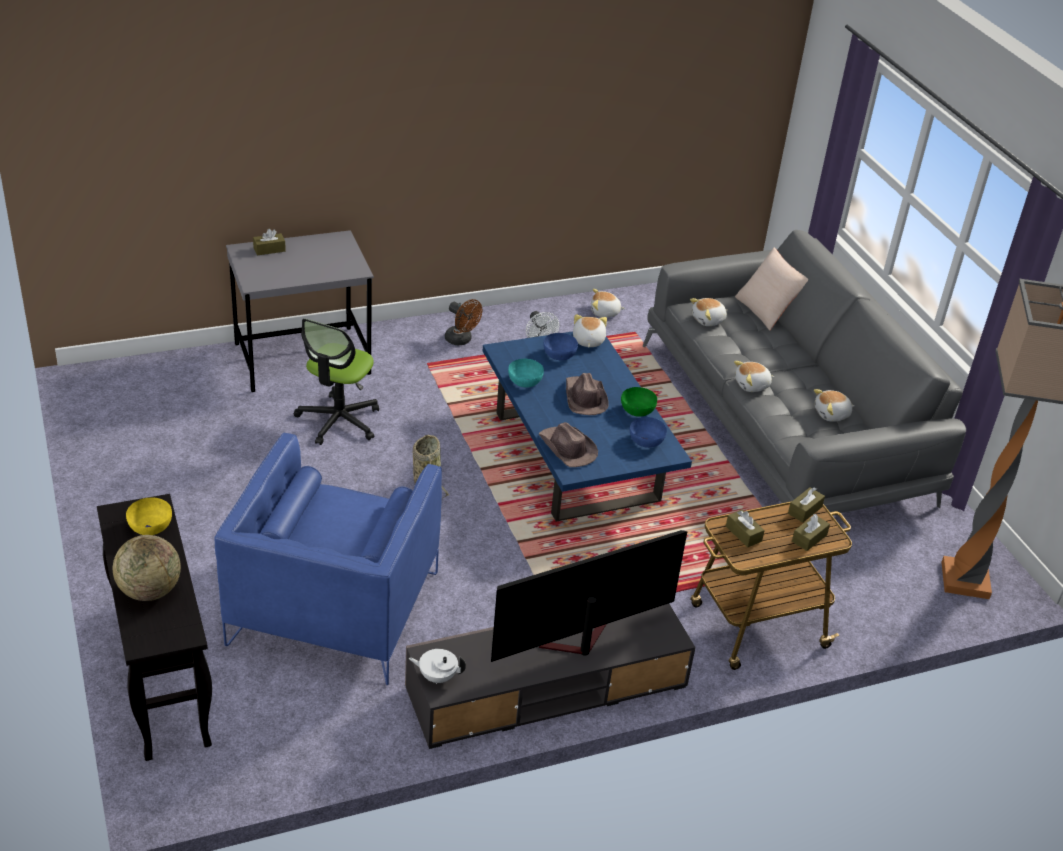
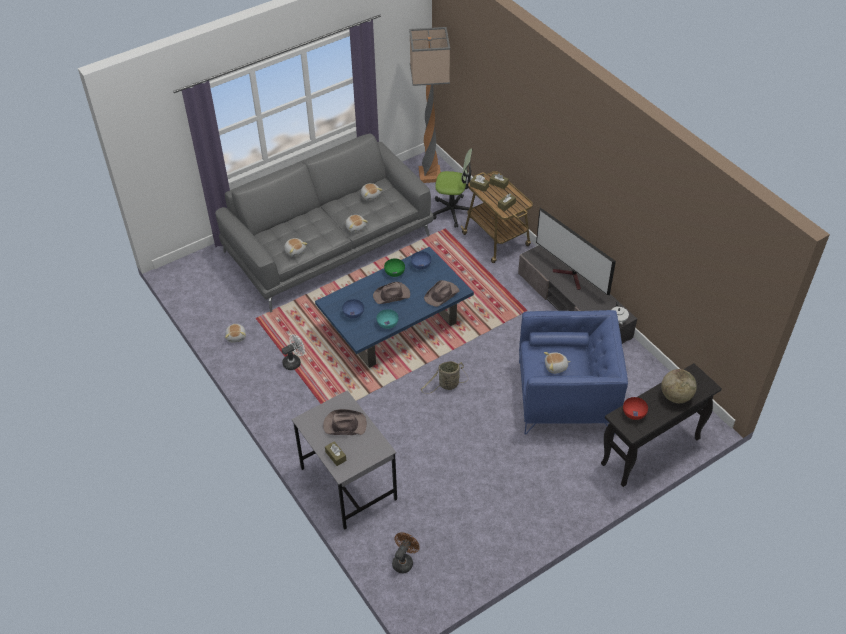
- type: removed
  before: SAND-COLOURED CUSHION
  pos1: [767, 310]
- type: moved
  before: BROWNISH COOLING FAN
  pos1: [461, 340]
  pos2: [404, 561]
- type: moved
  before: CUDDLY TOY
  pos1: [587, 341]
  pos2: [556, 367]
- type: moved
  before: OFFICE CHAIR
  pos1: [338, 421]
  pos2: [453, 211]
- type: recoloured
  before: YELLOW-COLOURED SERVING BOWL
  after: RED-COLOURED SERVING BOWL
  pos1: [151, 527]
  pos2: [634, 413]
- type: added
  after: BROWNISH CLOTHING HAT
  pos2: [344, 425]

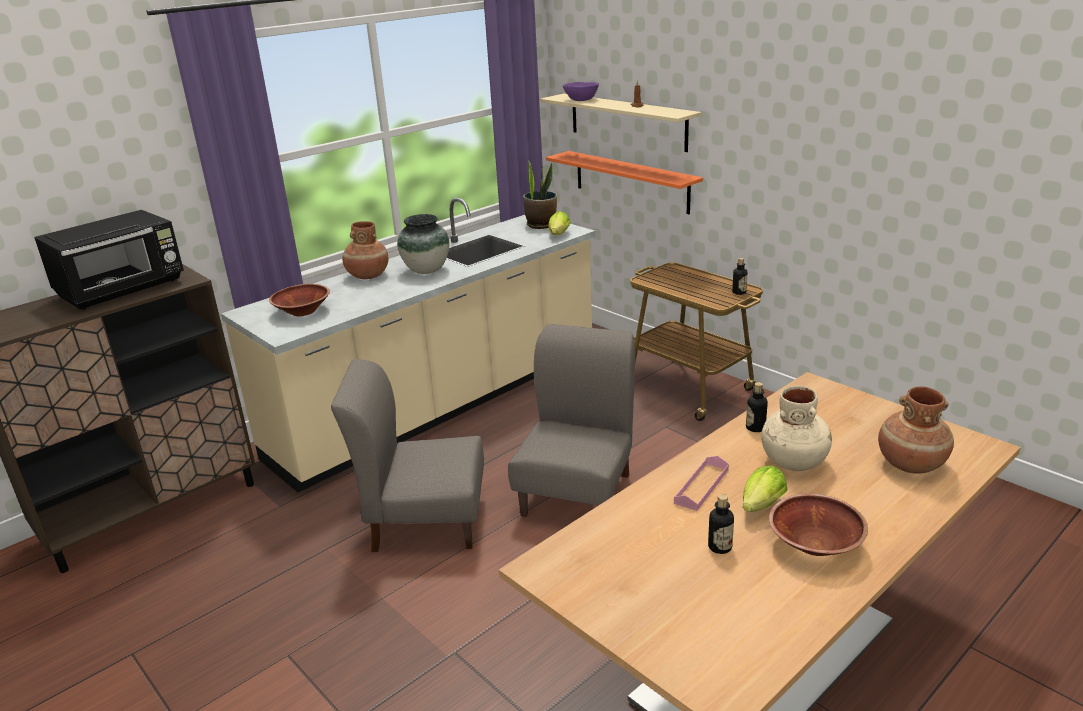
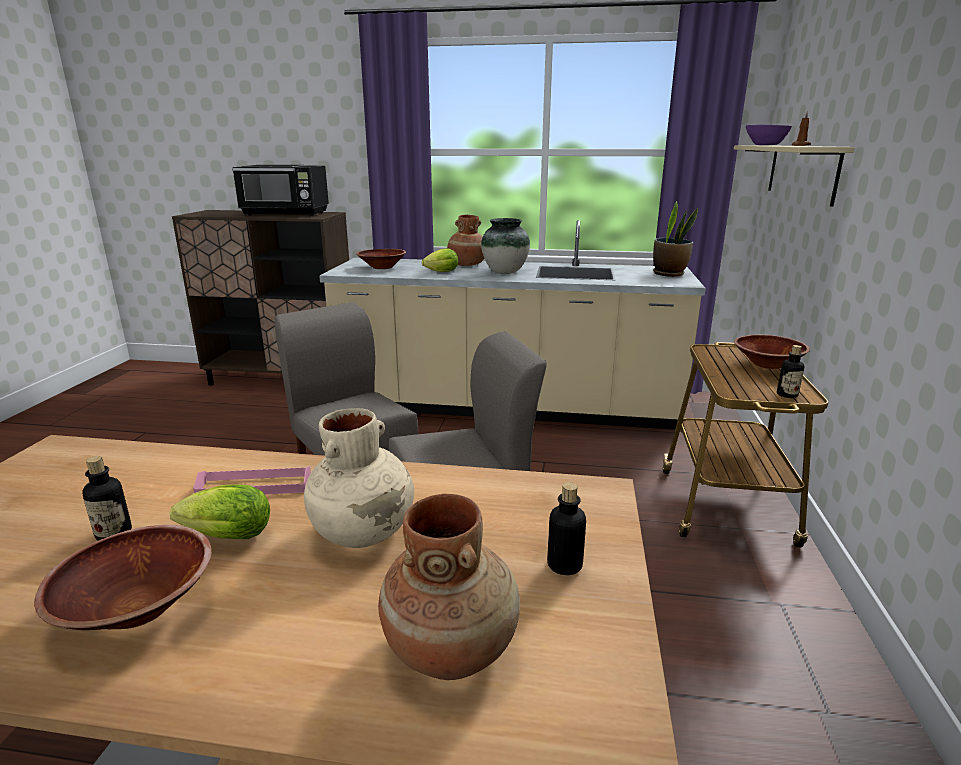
- type: removed
  before: ORANGEY SHELF
  pos1: [631, 181]
- type: moved
  before: LETTUCE
  pos1: [558, 235]
  pos2: [440, 272]
- type: moved
  before: BEVERAGE BOTTLE
  pos1: [755, 428]
  pos2: [564, 565]
- type: added
  after: BROWNISH SERVING BOWL
  pos2: [768, 364]

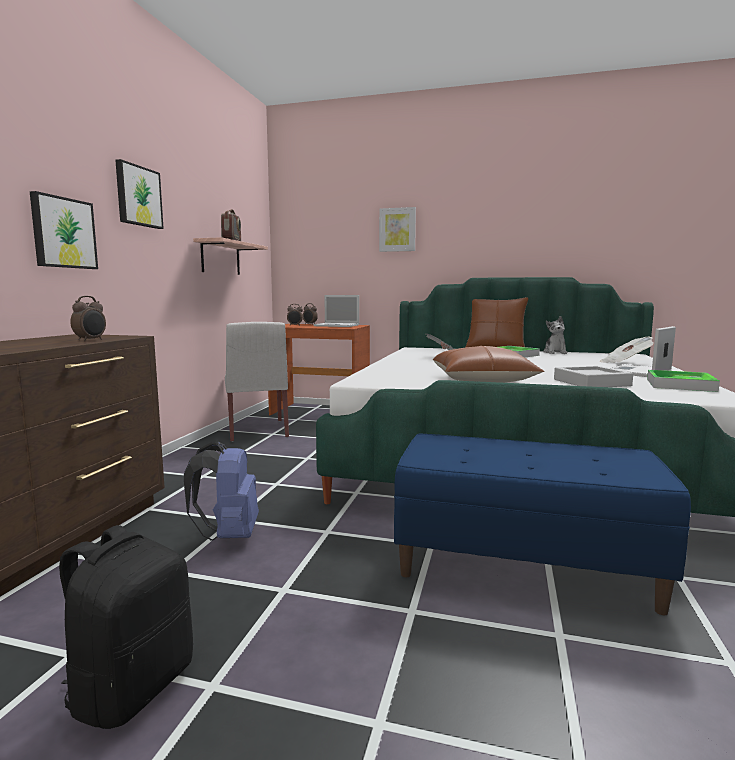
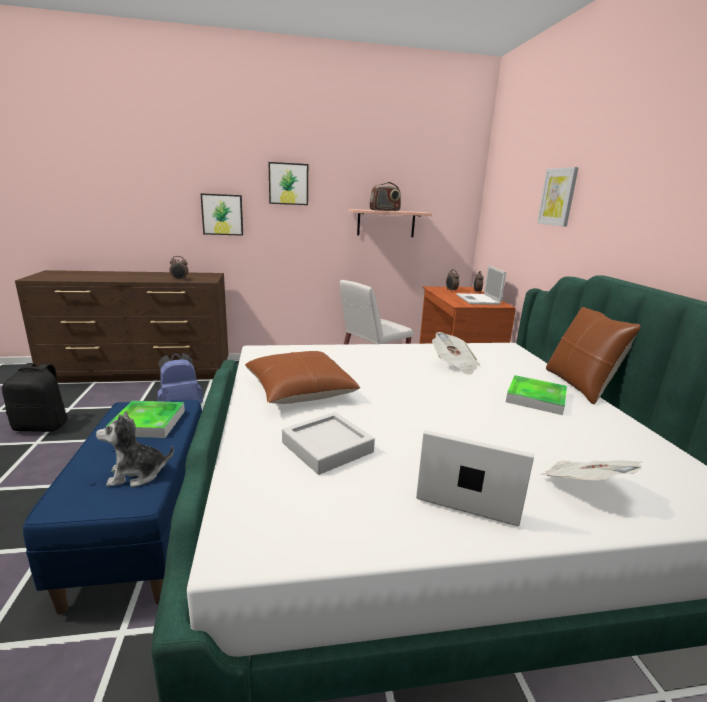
- type: moved
  before: CUDDLY TOY
  pos1: [555, 352]
  pos2: [137, 474]
- type: moved
  before: TRAY
  pos1: [680, 385]
  pos2: [148, 423]

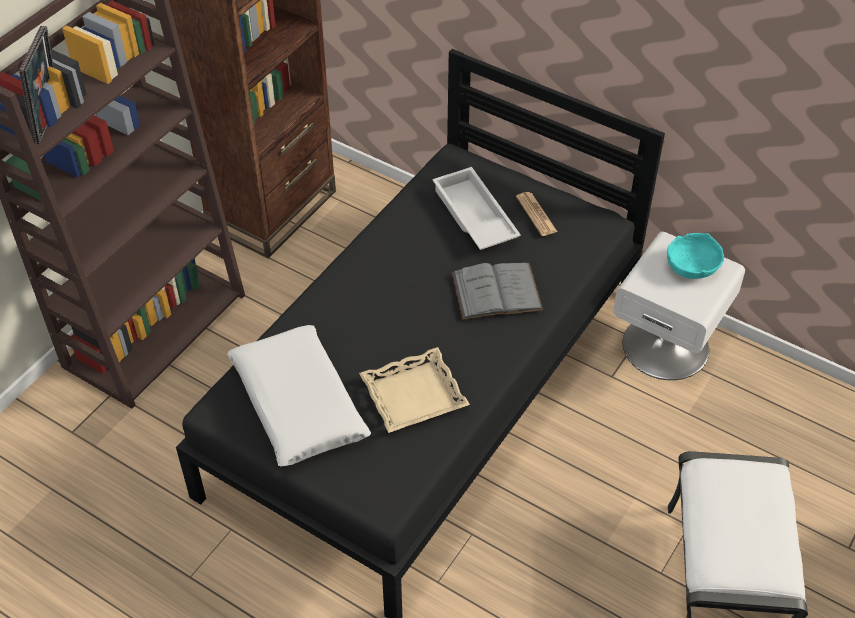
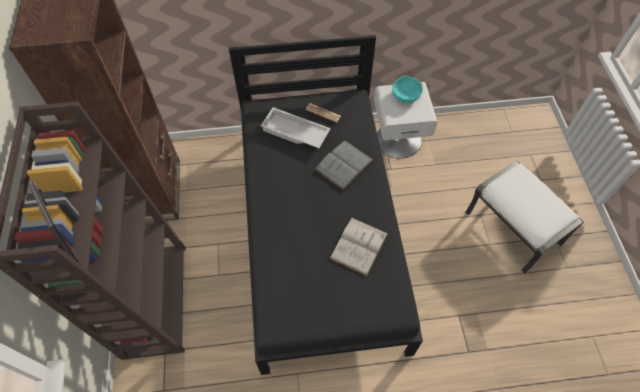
- type: removed
  before: WHITE-COLOURED CUSHION
  pos1: [298, 404]
- type: replaced
  before: SAND-COLOURED TRAY
  after: WHITE-COLOURED VOLUME
  pos1: [414, 396]
  pos2: [359, 246]

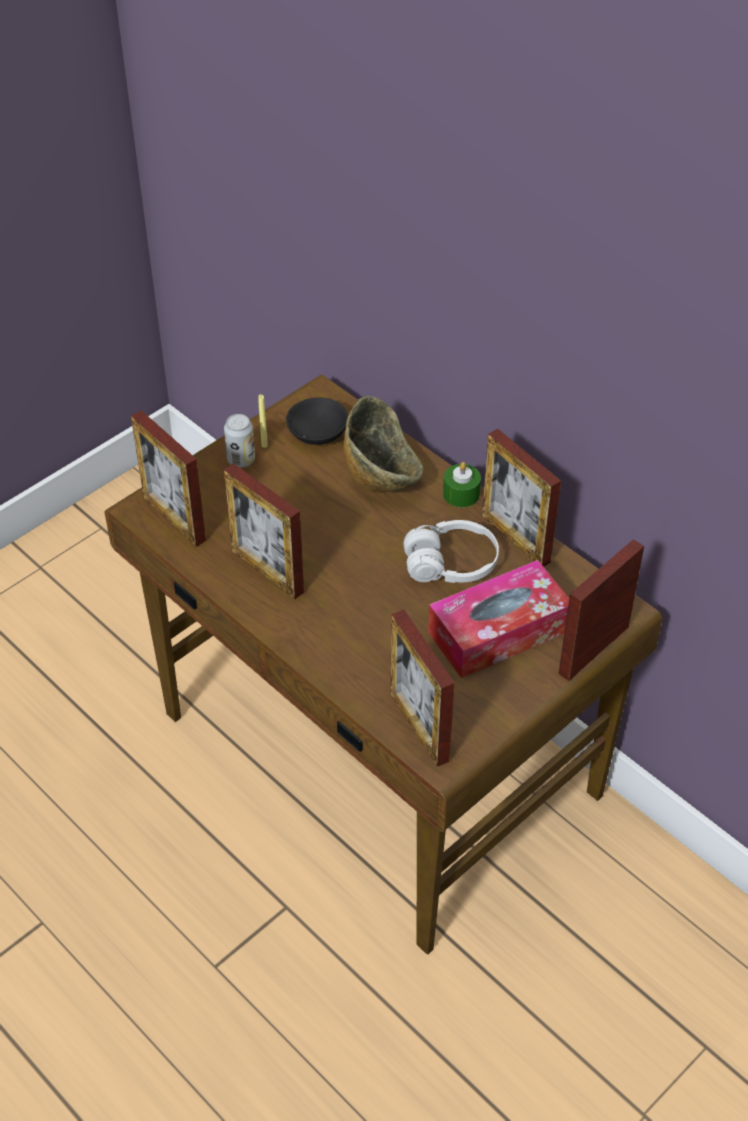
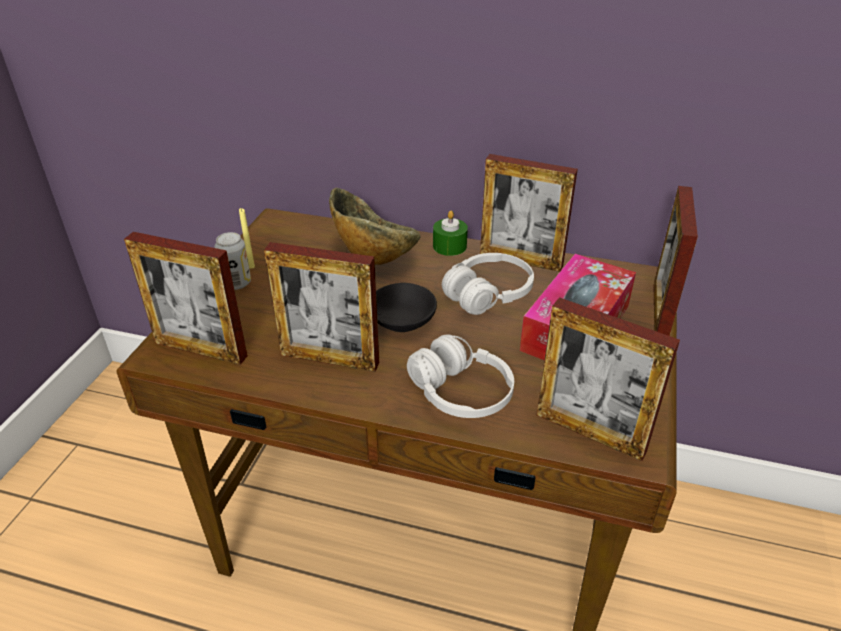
- type: moved
  before: BLACK-COLOURED SERVING BOWL
  pos1: [320, 433]
  pos2: [404, 320]
- type: added
  after: WHITE-COLOURED HEADPHONES
  pos2: [460, 393]

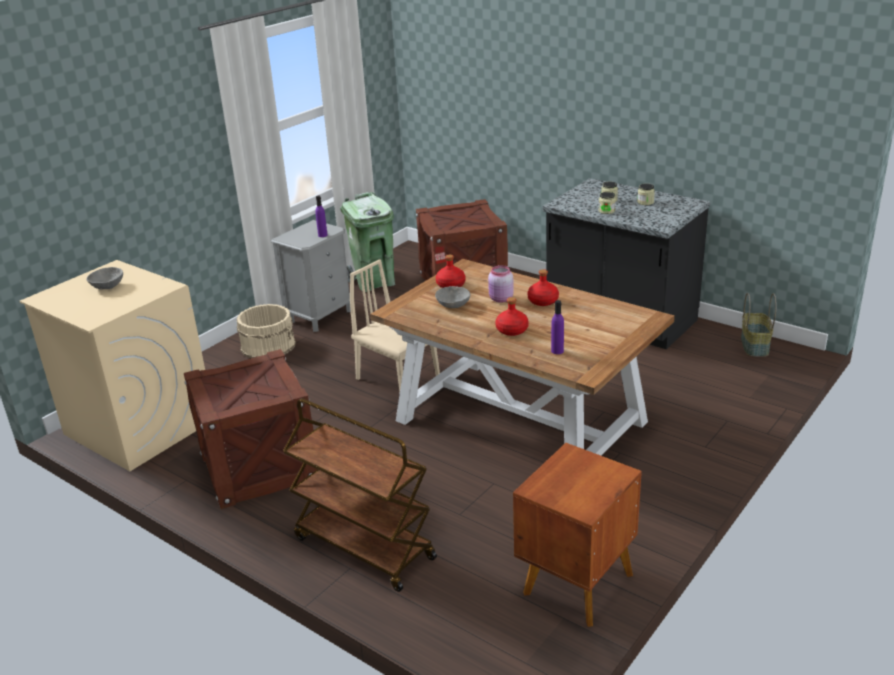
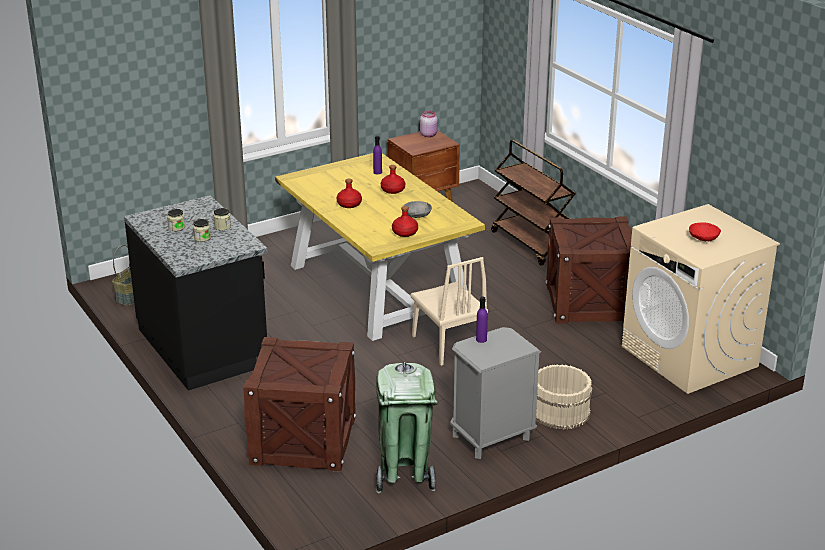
- type: recoloured
  before: BROWNISH DINING TABLE
  after: YELLOW-COLOURED DINING TABLE
  pos1: [519, 421]
  pos2: [379, 287]
- type: moved
  before: PINKISH PRESERVE JAR
  pos1: [500, 299]
  pos2: [429, 135]
- type: recoloured
  before: GRAY SERVING BOWL
  after: RED-COLOURED SERVING BOWL
  pos1: [108, 286]
  pos2: [703, 239]

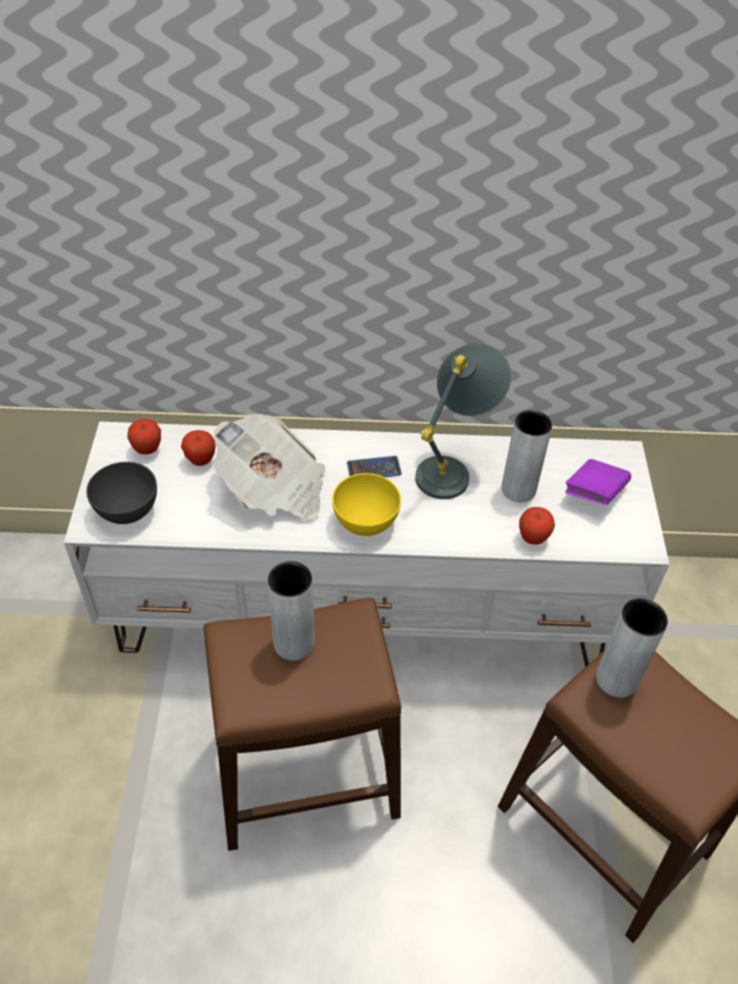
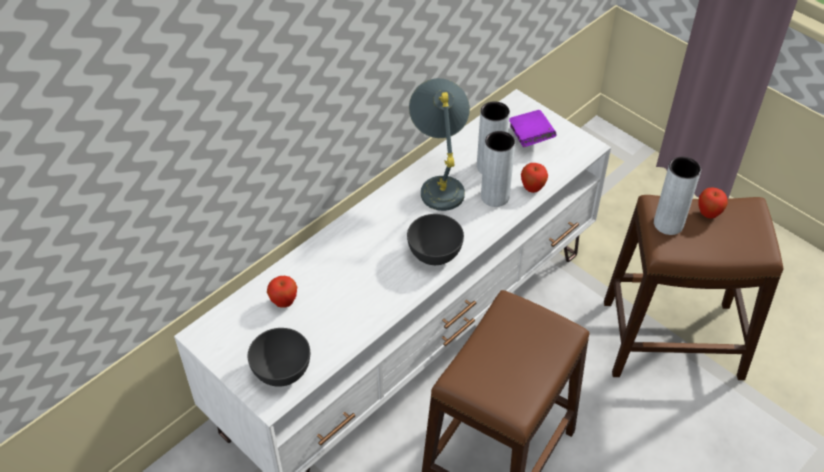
- type: removed
  before: PRINTED PAPER
  pos1: [274, 489]
- type: moved
  before: WHOLE APPLE
  pos1: [147, 450]
  pos2: [708, 214]
- type: removed
  before: HANDSET
  pos1: [374, 469]
- type: recoloured
  before: YELLOW-COLOURED SERVING BOWL
  after: GRAY SERVING BOWL
  pos1: [365, 522]
  pos2: [434, 254]
- type: moved
  before: GRAY FLOWER VASE
  pos1: [294, 643]
  pos2: [495, 197]

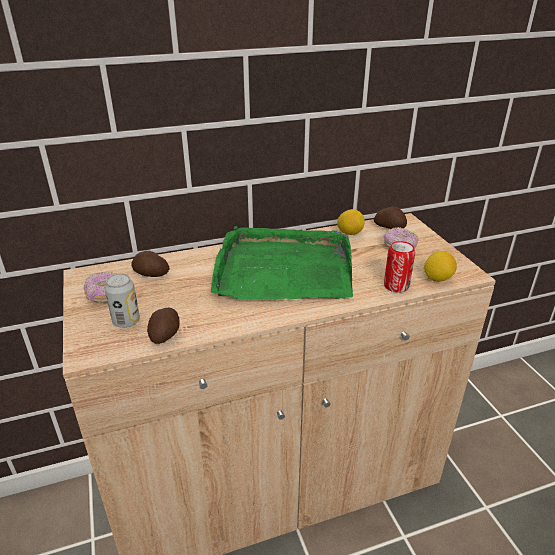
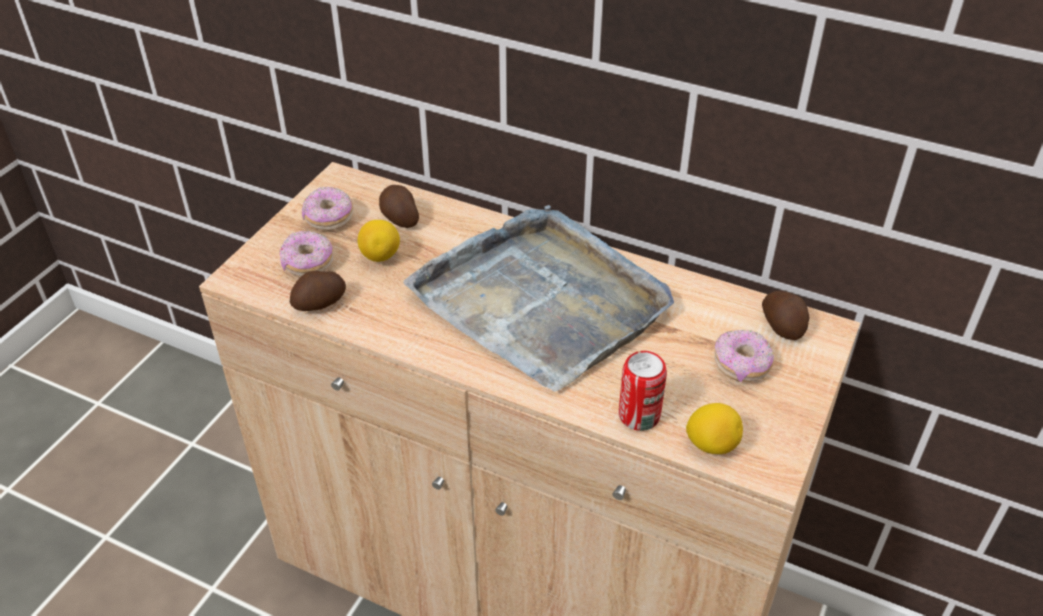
- type: moved
  before: WHOLE LEMON
  pos1: [349, 233]
  pos2: [380, 256]
- type: recoloured
  before: GREENISH TRAY
  after: GRAY TRAY
  pos1: [283, 269]
  pos2: [542, 301]
- type: replaced
  before: SEALED CAN
  after: DONUT
  pos1: [126, 321]
  pos2: [308, 263]

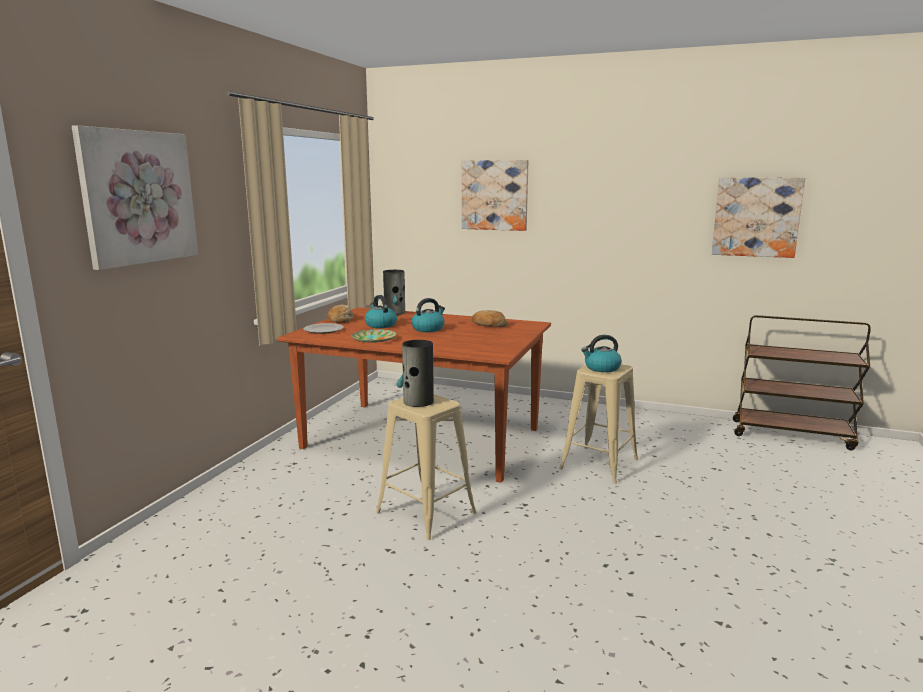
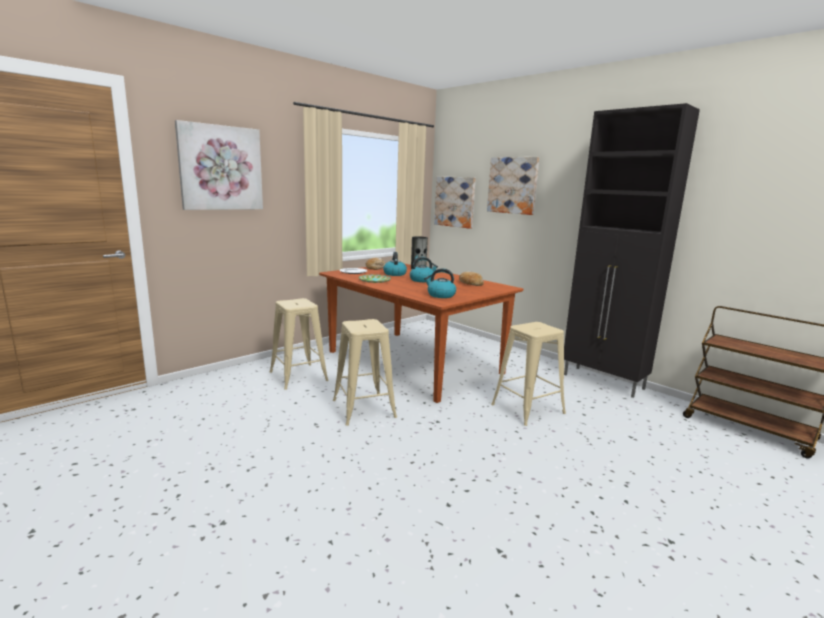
- type: moved
  before: WALL ART
  pos1: [756, 217]
  pos2: [455, 202]
- type: moved
  before: TEA KETTLE
  pos1: [601, 368]
  pos2: [440, 295]
- type: removed
  before: FLOWER VASE
  pos1: [418, 402]
- type: added
  after: BLACK-COLOURED CUPBOARD
  pos2: [604, 382]
- type: added
  after: SAND-COLOURED STOOL
  pos2: [298, 376]

